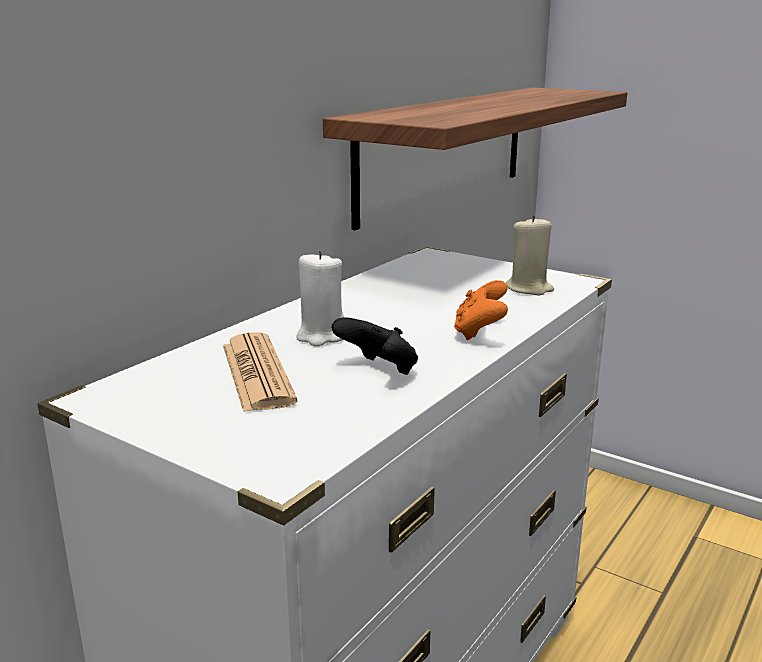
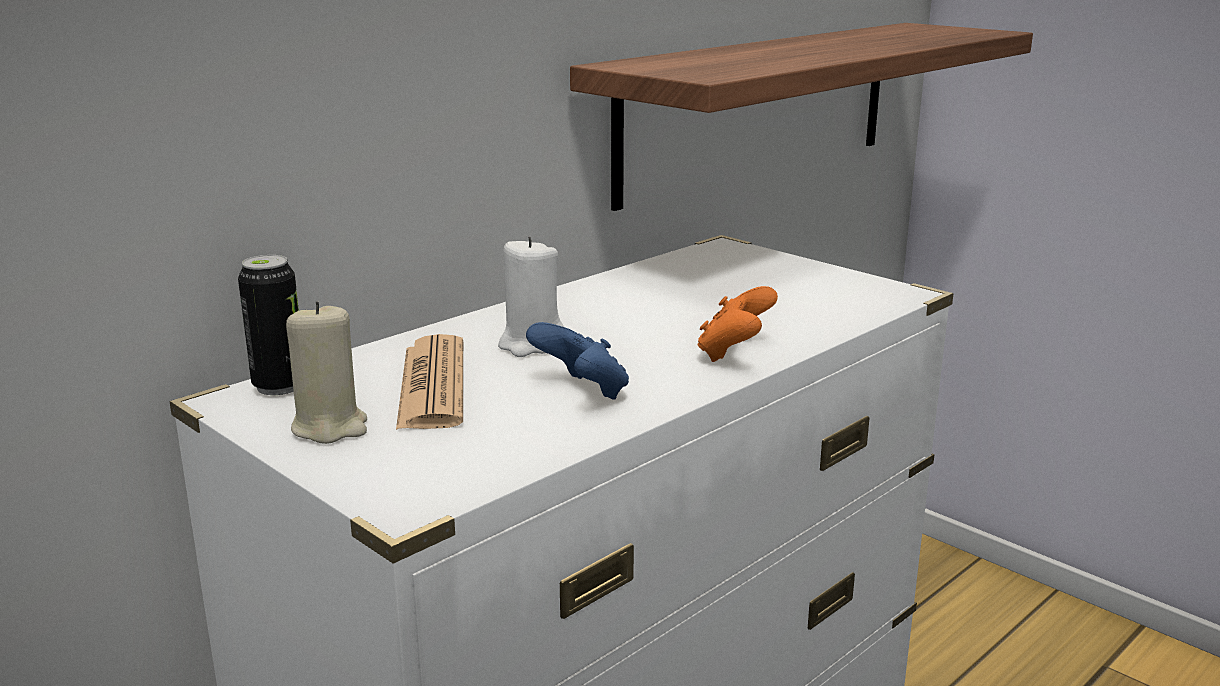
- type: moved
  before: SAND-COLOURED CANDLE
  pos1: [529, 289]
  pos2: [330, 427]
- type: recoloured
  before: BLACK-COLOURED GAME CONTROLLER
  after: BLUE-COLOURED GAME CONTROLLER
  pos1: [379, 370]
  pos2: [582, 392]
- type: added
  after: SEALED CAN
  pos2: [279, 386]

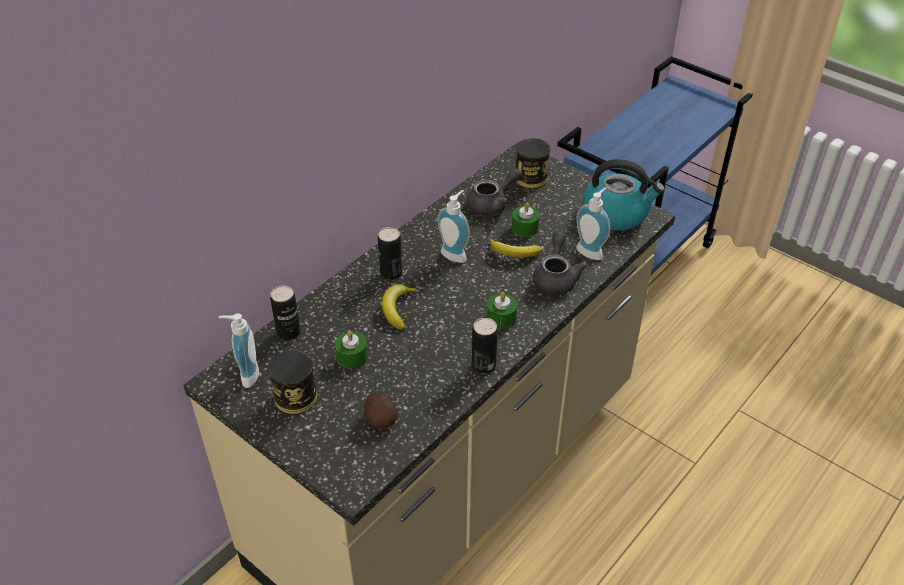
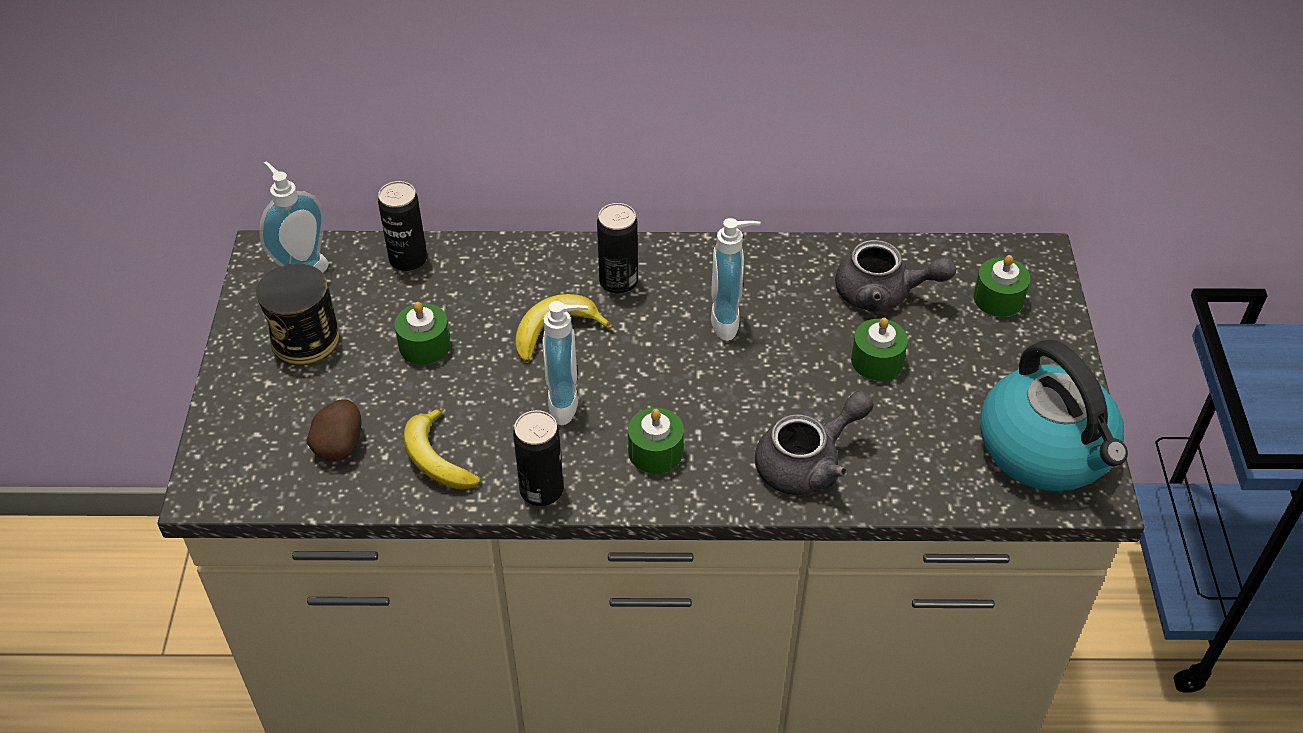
- type: replaced
  before: SEALED CAN
  after: GREENISH CANDLE
  pos1: [530, 178]
  pos2: [998, 298]
- type: moved
  before: SOAP DISPENSER
  pos1: [591, 251]
  pos2: [570, 403]
- type: moved
  before: BANANA FRUIT
  pos1: [514, 253]
  pos2: [438, 458]

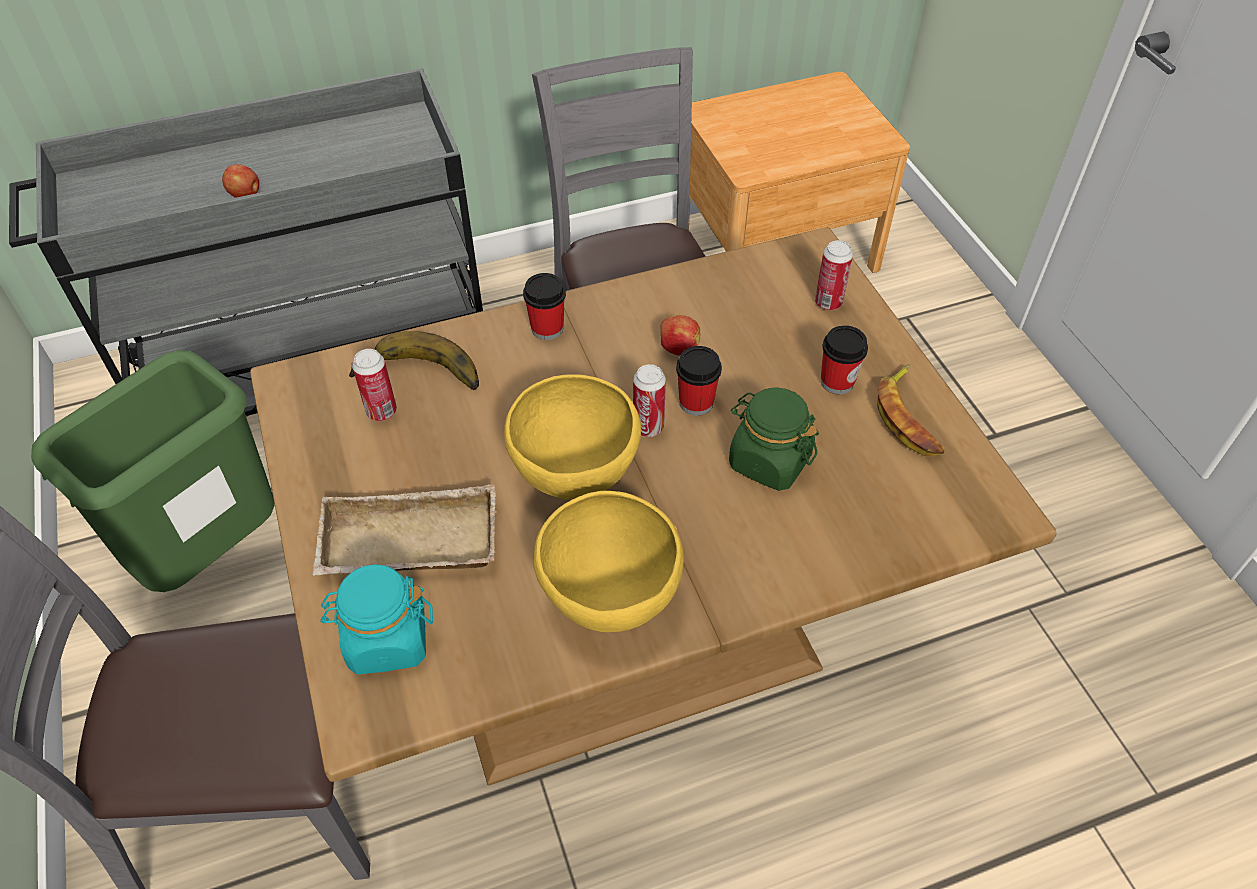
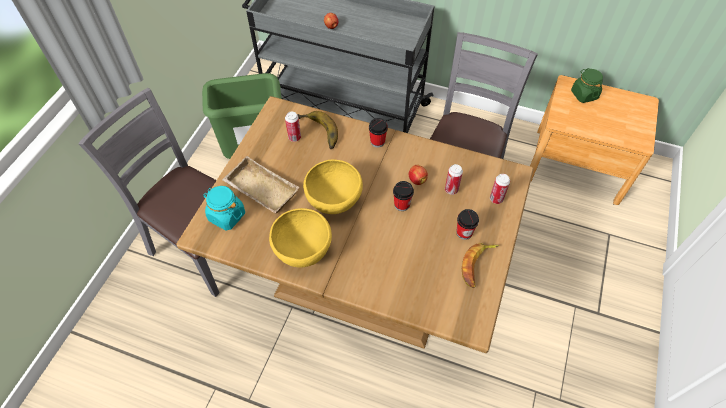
- type: moved
  before: SEALED CAN
  pos1: [648, 427]
  pos2: [451, 190]
- type: moved
  before: GREENISH PRESERVE JAR
  pos1: [769, 461]
  pos2: [584, 94]

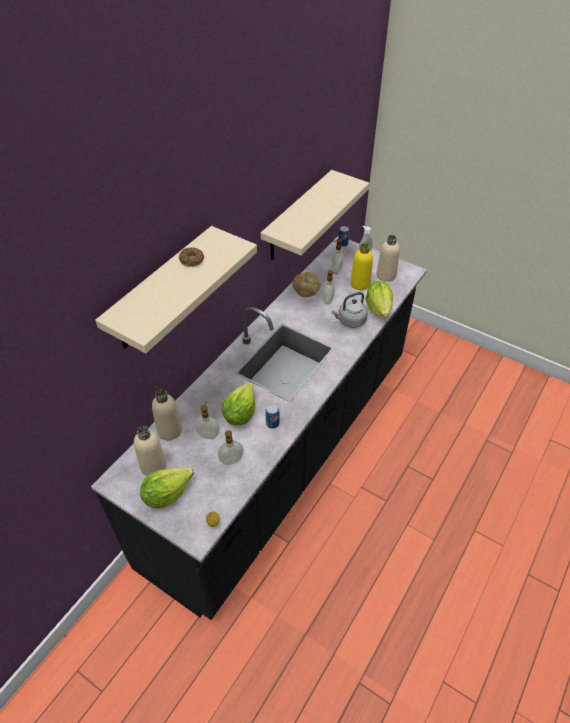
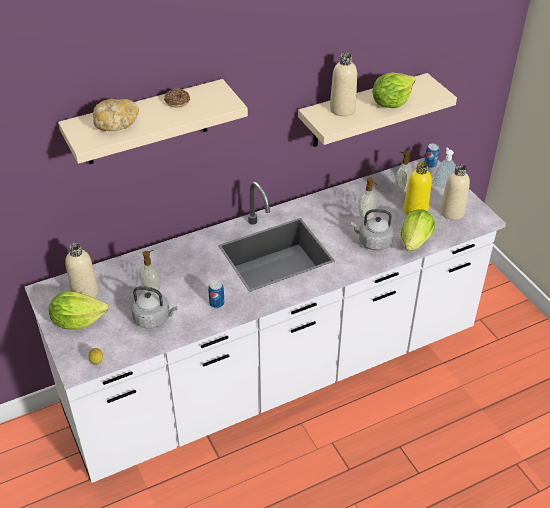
- type: recoloured
  before: BLACK-COLOURED COUNTER
  after: WHITE-COLOURED COUNTER
  pos1: [285, 454]
  pos2: [275, 373]
- type: moved
  before: BREAD
  pos1: [306, 290]
  pos2: [116, 124]
- type: moved
  before: LETTUCE
  pos1: [240, 414]
  pos2: [391, 103]
- type: moved
  before: SAND-COLOURED BEVERAGE BOTTLE
  pos1: [169, 430]
  pos2: [342, 109]
- type: replaced
  before: SOAP DISPENSER
  after: GRAY TEA KETTLE
  pos1: [231, 461]
  pos2: [154, 319]

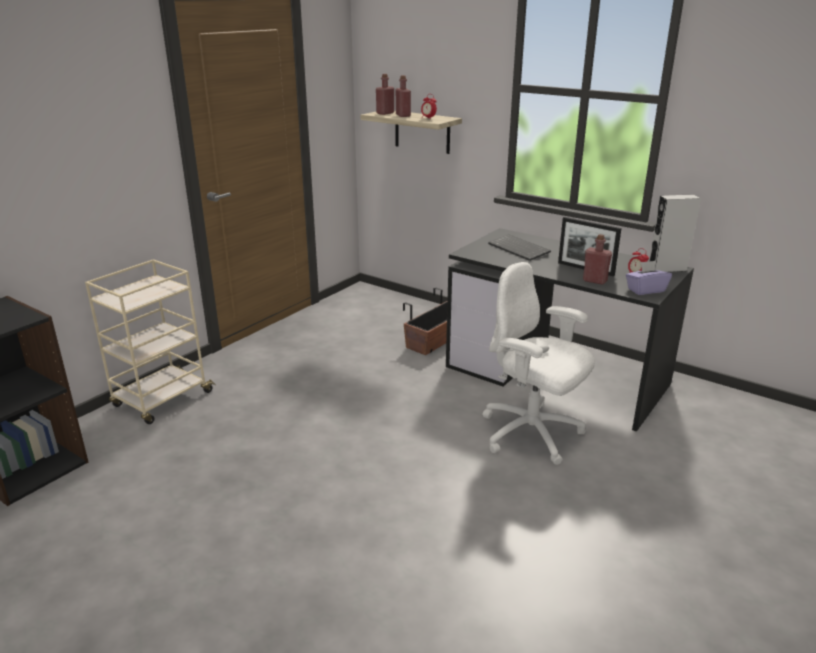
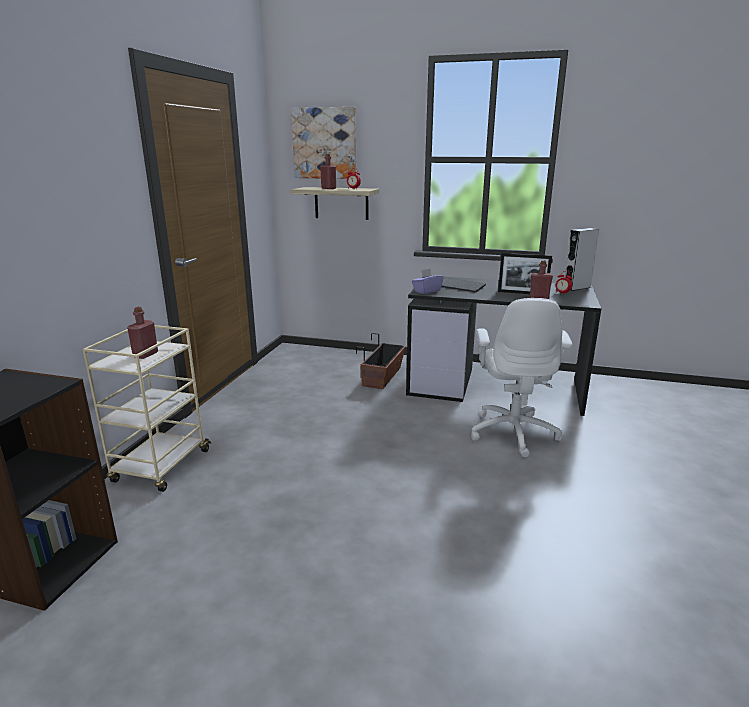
- type: moved
  before: RED-COLOURED BEVERAGE BOTTLE
  pos1: [385, 113]
  pos2: [145, 354]
- type: moved
  before: PURPLE-COLOURED TISSUE BOX
  pos1: [645, 290]
  pos2: [426, 291]
- type: turned
  before: WHITE-COLOURED OFFICE CHAIR
  pos1: [532, 434]
  pos2: [513, 432]
  turn: -105
- type: added
  after: WALL ART
  pos2: [325, 143]

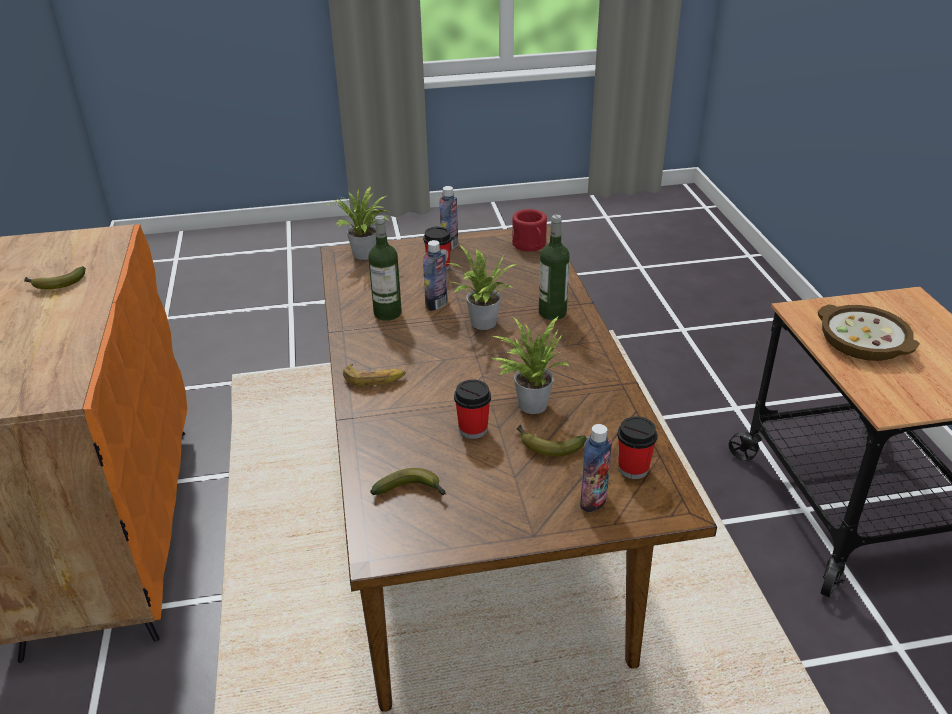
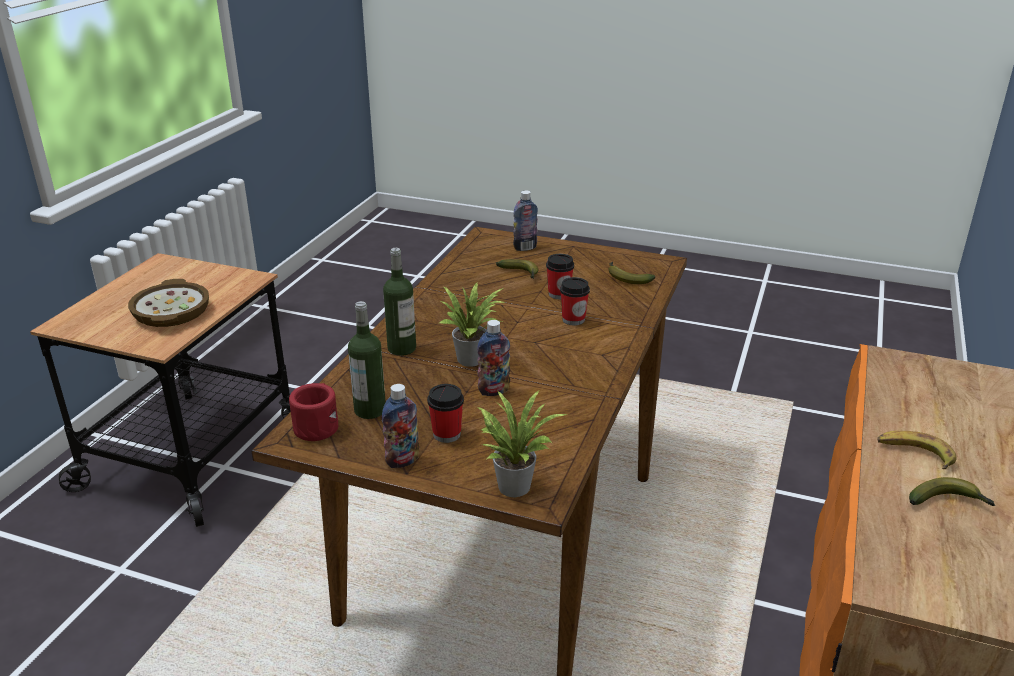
- type: moved
  before: BEVERAGE BOTTLE
  pos1: [387, 313]
  pos2: [370, 410]
- type: removed
  before: POTTED PLANT
  pos1: [529, 404]
- type: moved
  before: BANANA FRUIT
  pos1: [374, 378]
  pos2: [914, 454]
- type: moved
  before: CUP
  pos1: [633, 469]
  pos2: [573, 319]

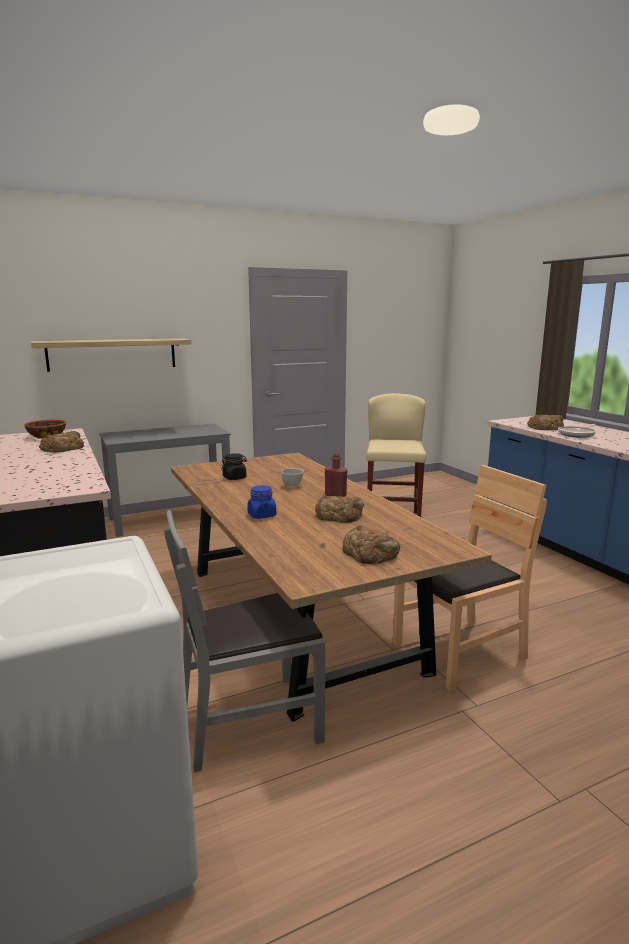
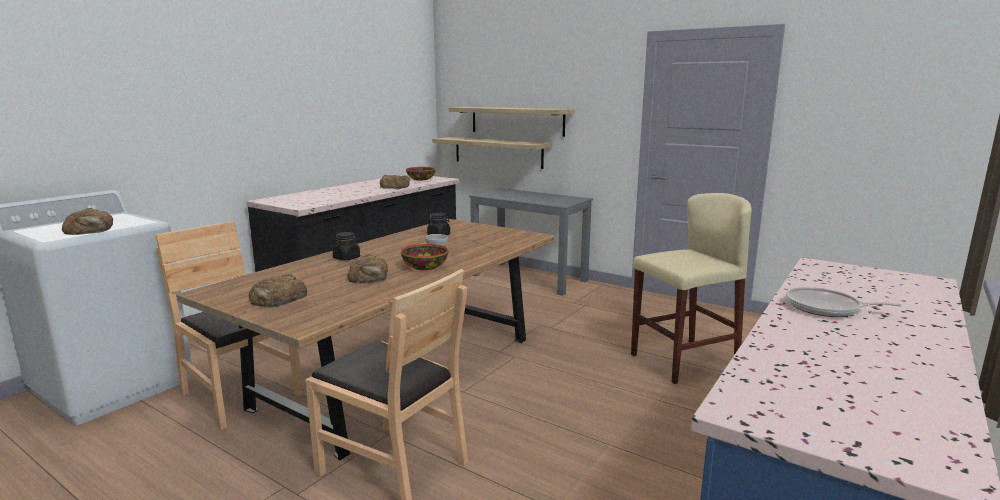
- type: moved
  before: BREAD
  pos1: [546, 427]
  pos2: [90, 229]
- type: replaced
  before: RED-COLOURED BEVERAGE BOTTLE
  after: SERVING BOWL
  pos1: [335, 495]
  pos2: [424, 267]
- type: recoloured
  before: BLUE-COLOURED PRESERVE JAR
  after: BLACK-COLOURED PRESERVE JAR
  pos1: [261, 515]
  pos2: [347, 258]
- type: recoloured
  before: GRAY CHAIR
  after: BROWNISH CHAIR
  pos1: [249, 721]
  pos2: [240, 395]
- type: added
  after: SHELF
  pos2: [498, 152]

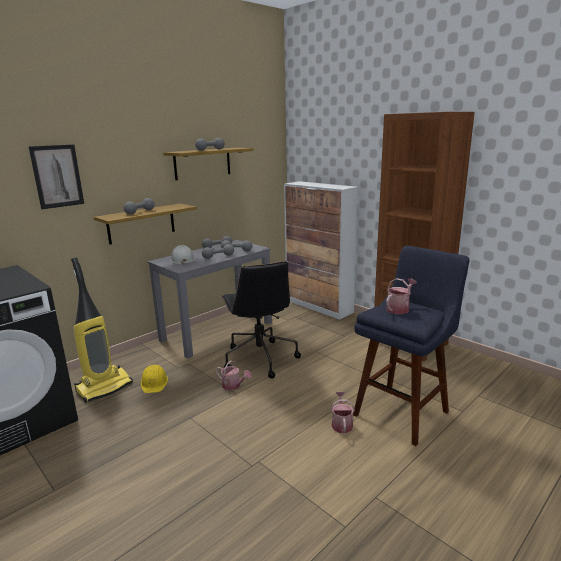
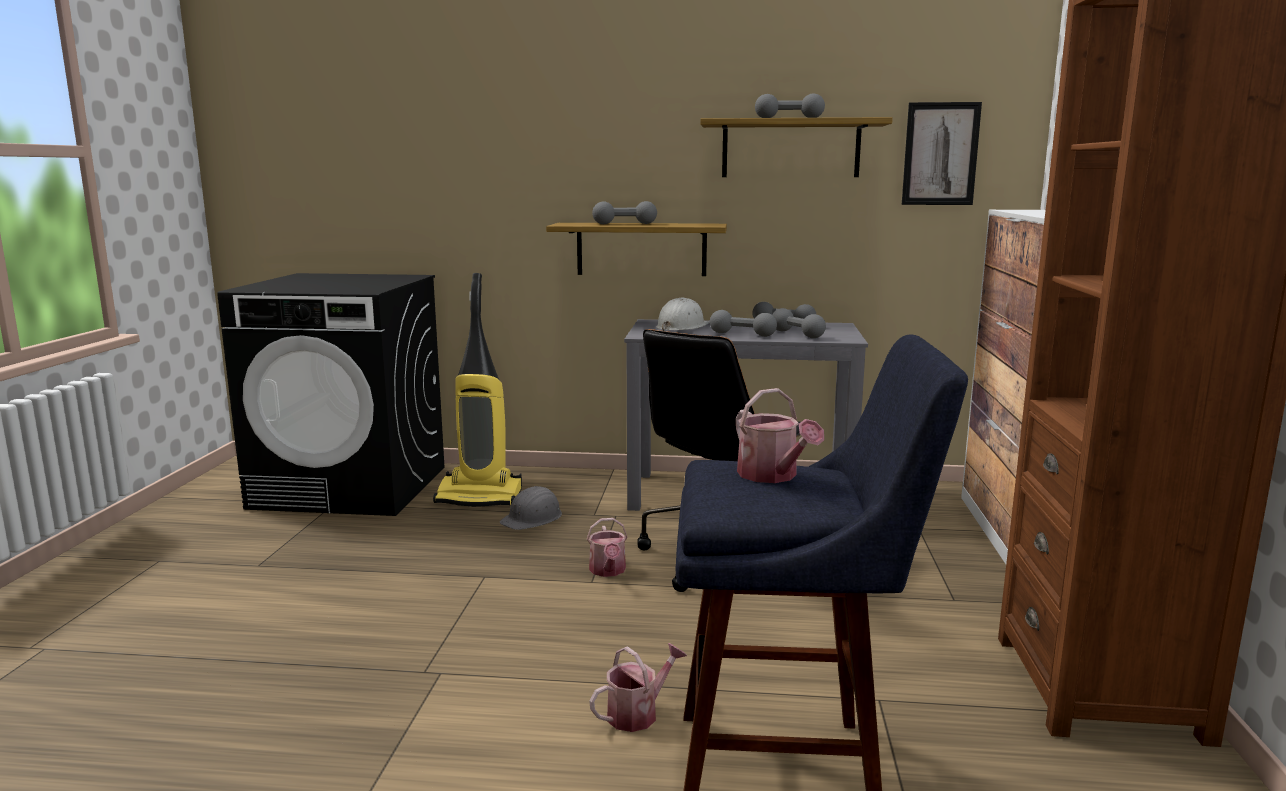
- type: moved
  before: WALL ART
  pos1: [57, 176]
  pos2: [940, 154]
- type: turned
  before: WATERING CAN
  pos1: [399, 308]
  pos2: [772, 476]
  turn: 60
- type: recoloured
  before: YELLOW-COLOURED WORK HELMET
  after: GRAY WORK HELMET
  pos1: [154, 383]
  pos2: [533, 518]

